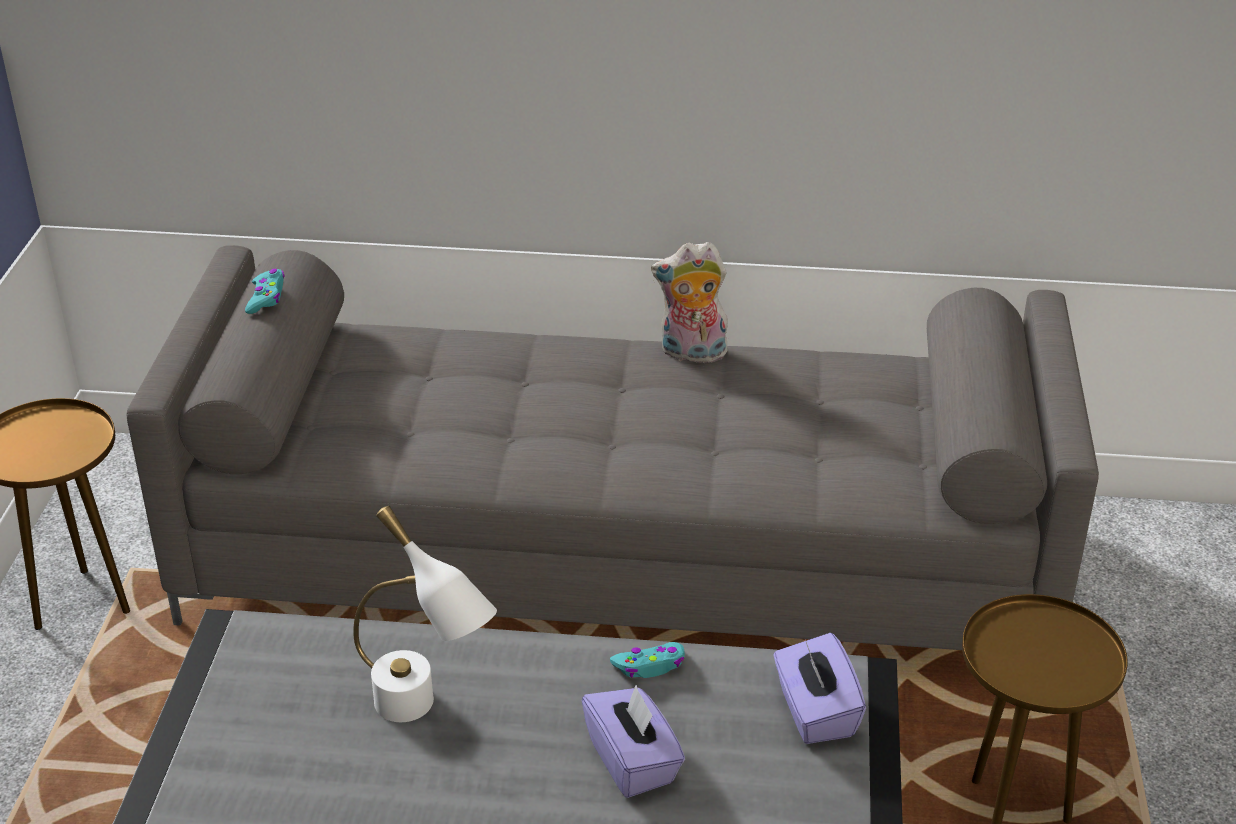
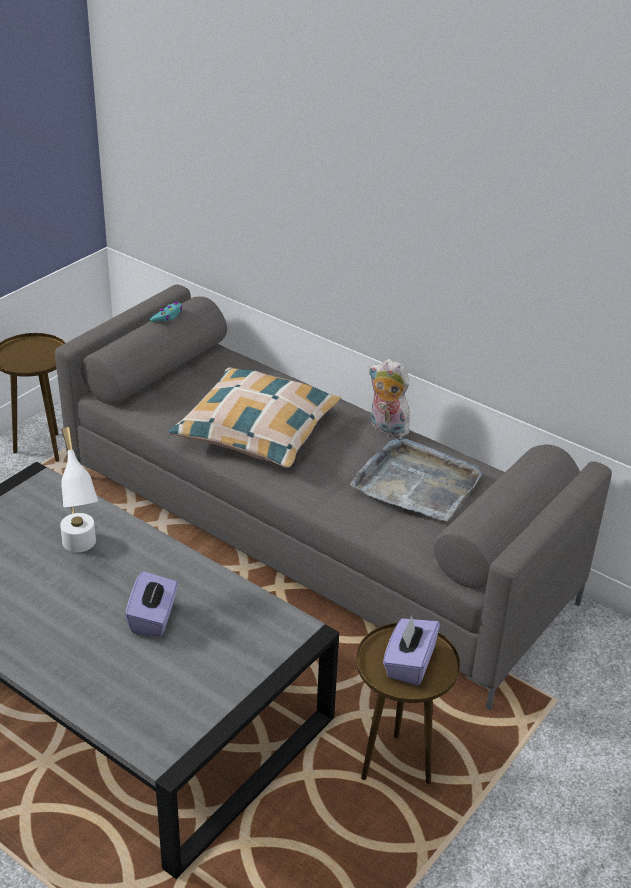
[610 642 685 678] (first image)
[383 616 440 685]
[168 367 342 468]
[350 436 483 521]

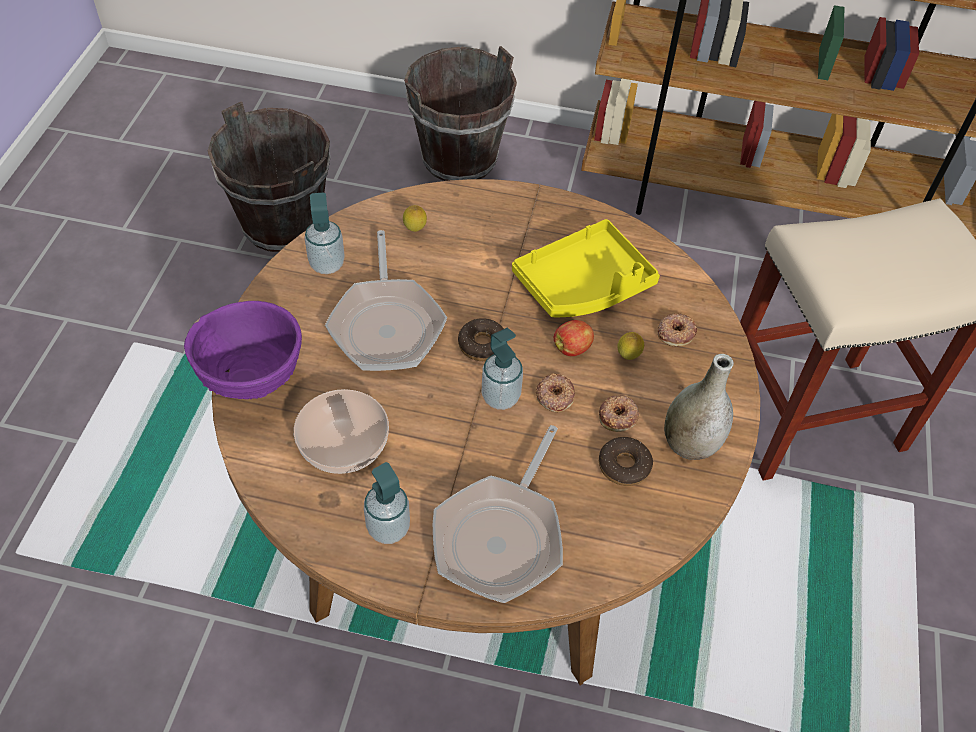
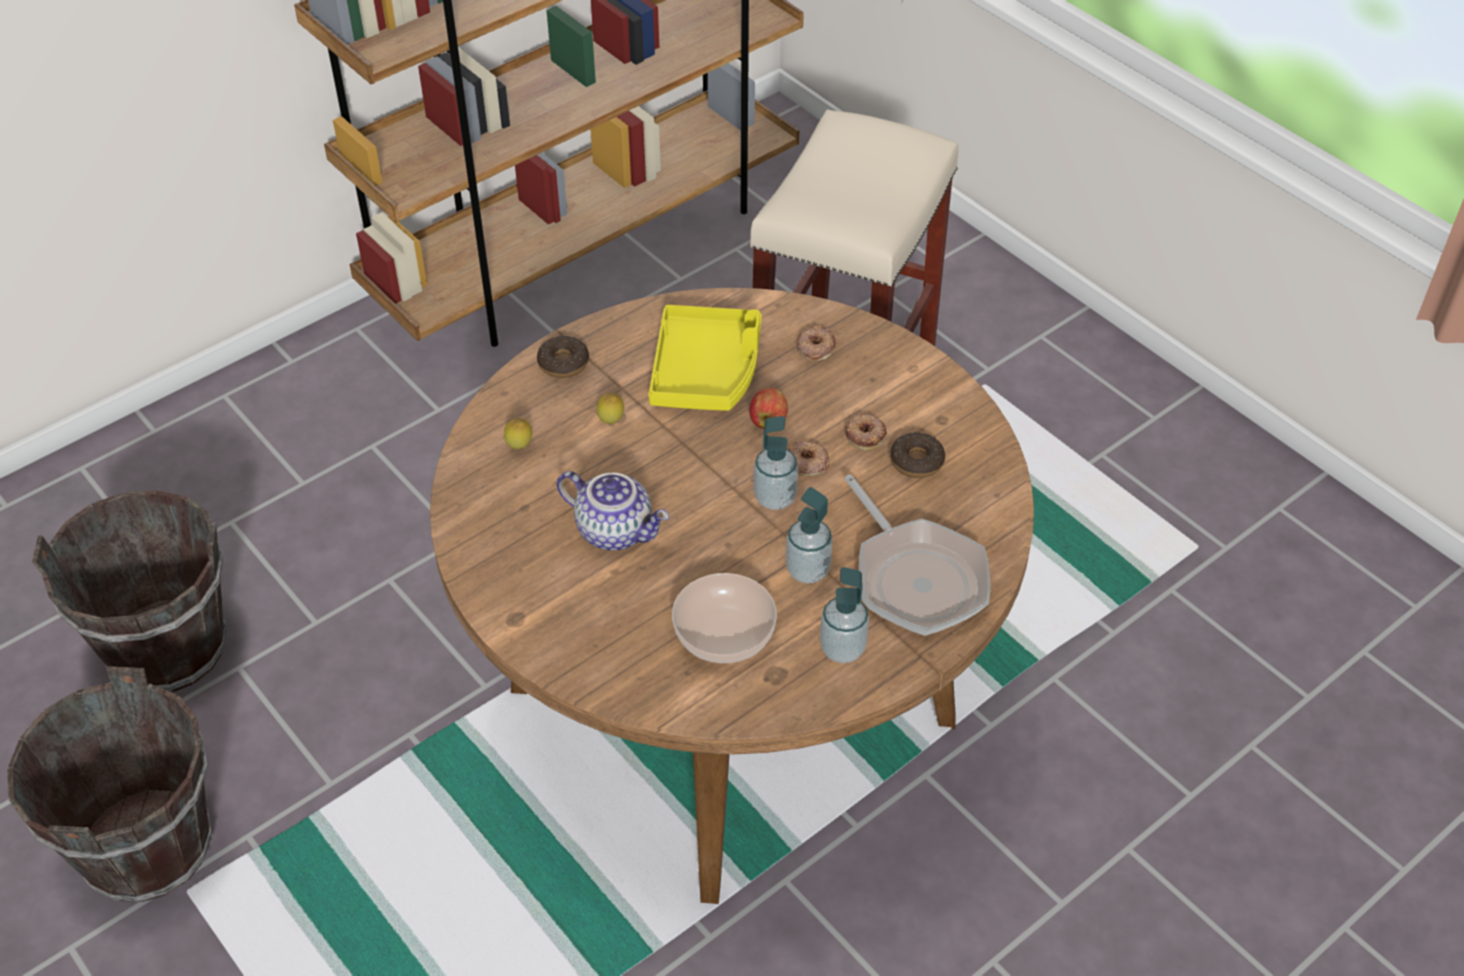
[184 301 302 399] (first image)
[786 487 833 584]
[557 471 669 550]
[7 666 212 902]
[537 336 589 378]
[597 393 624 424]
[664 354 734 460] (first image)

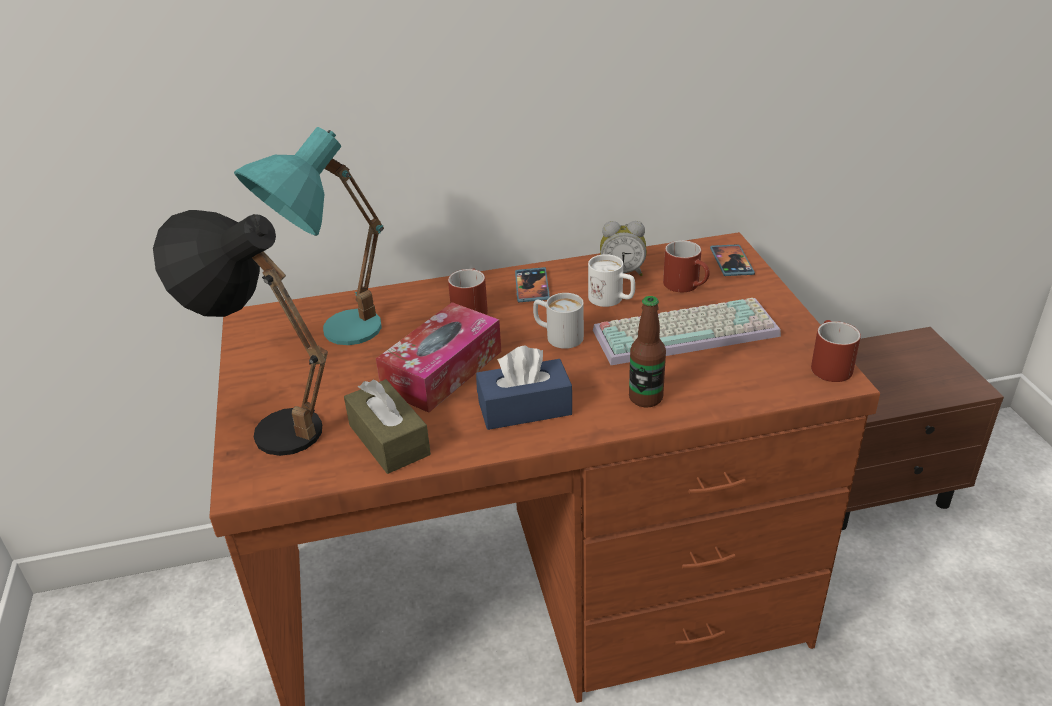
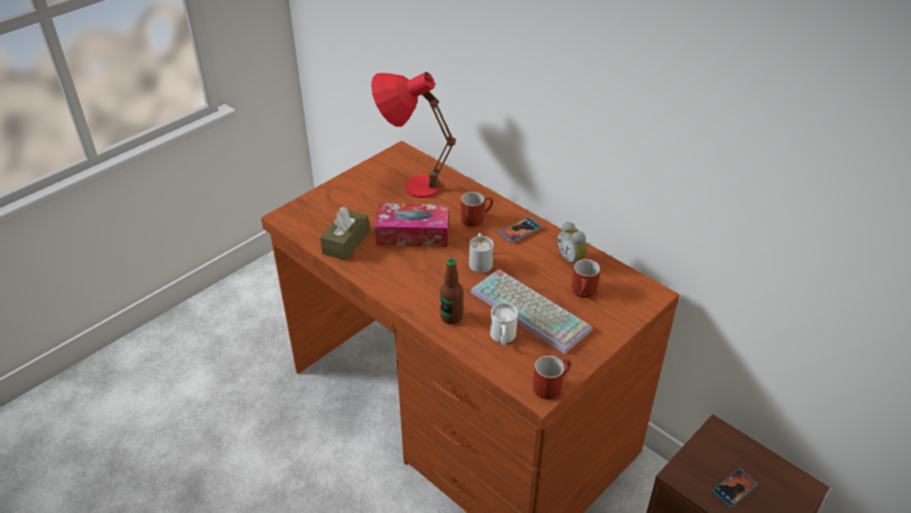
[153 210 328 456] (first image)
[371 72 456 198]
[476 345 572 430] (first image)
[490 303 518 346]
[711 468 758 508]

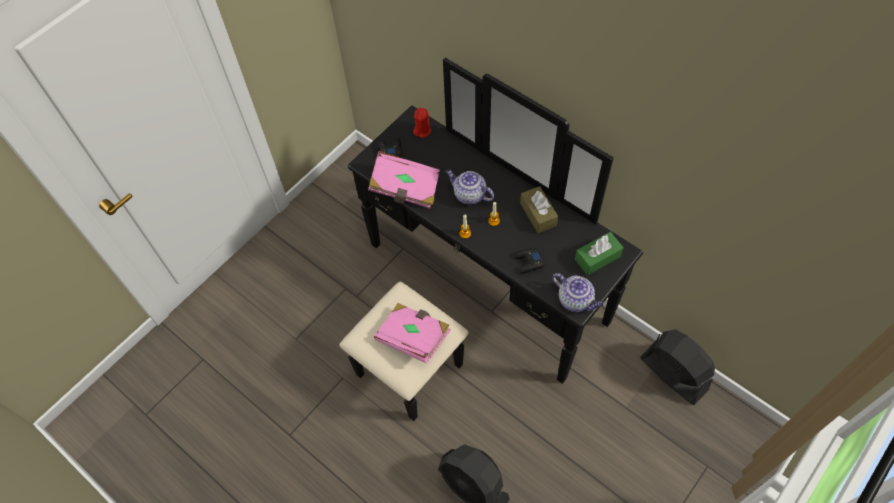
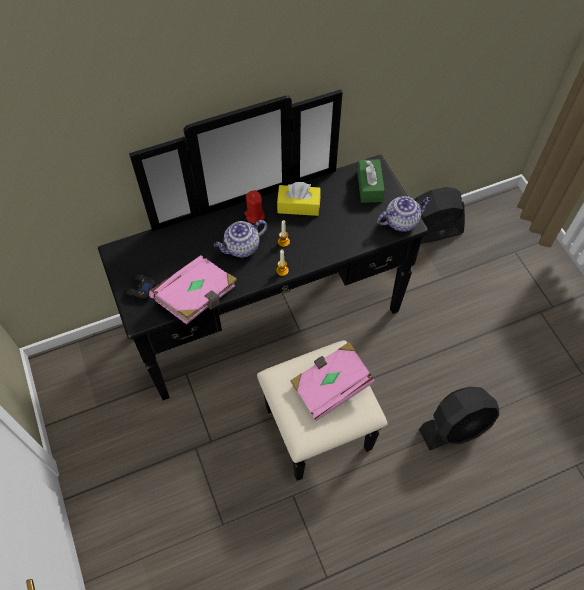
[244 190 265 224]
[514 248 545 274] (first image)
[277 182 321 216]

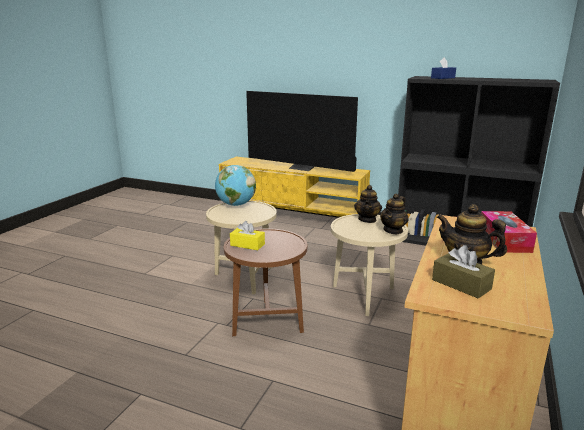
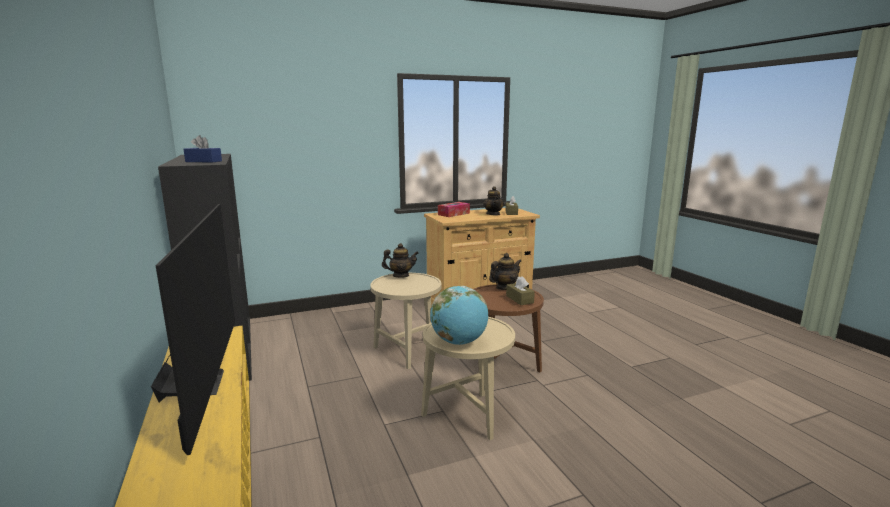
[506 276 535 305]
[489 253 521 290]

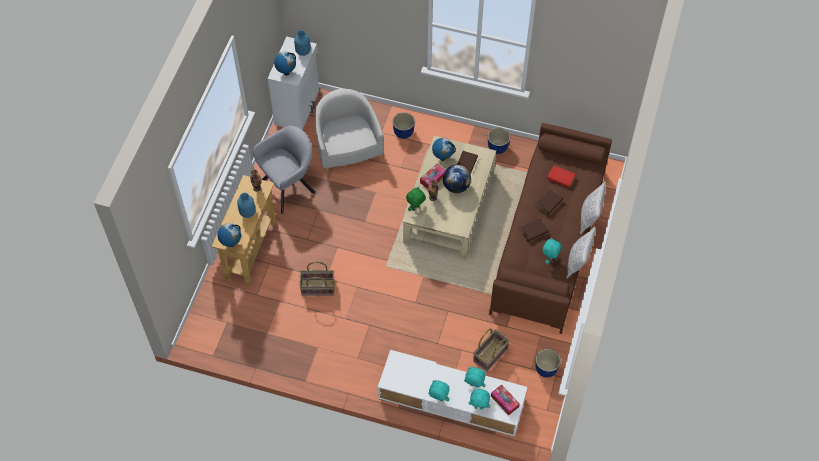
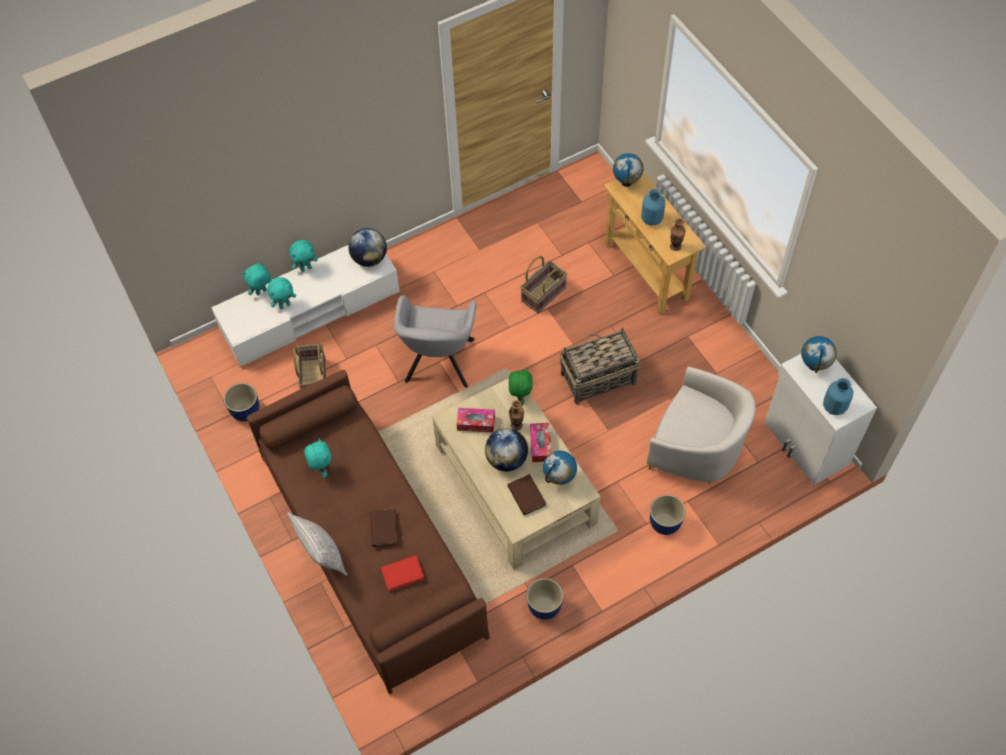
[394 295 477 388]
[457 408 495 433]
[519 218 549 242] (first image)
[566 227 596 278] (first image)
[348 228 387 267]
[560 328 641 404]

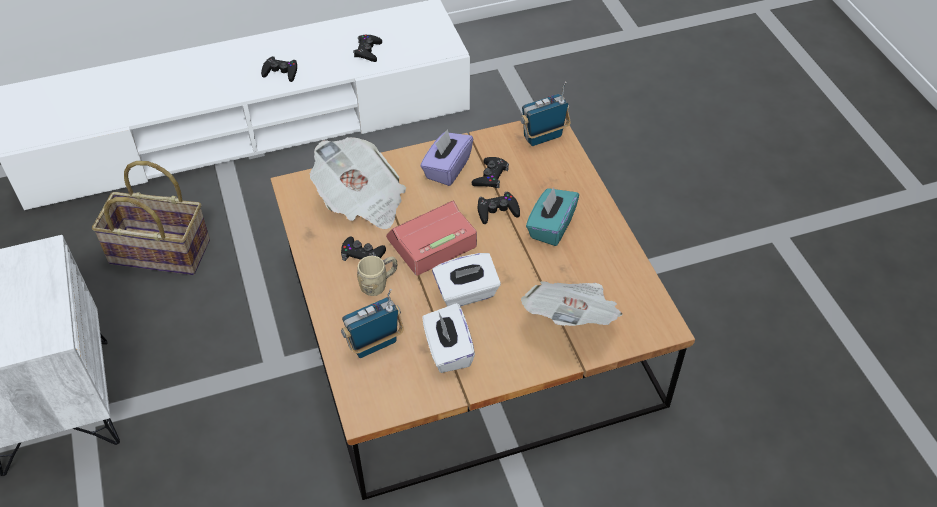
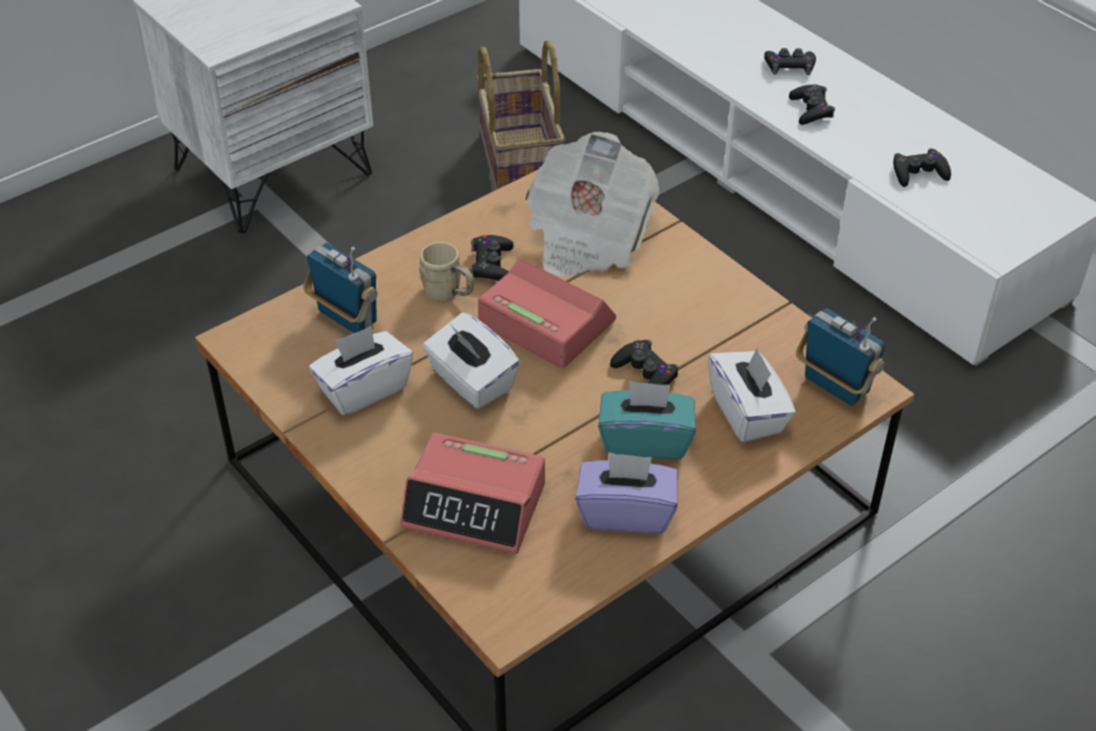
[575 452 678 534]
[764 48 816 75]
[400 433 545 554]
[708 347 796 442]

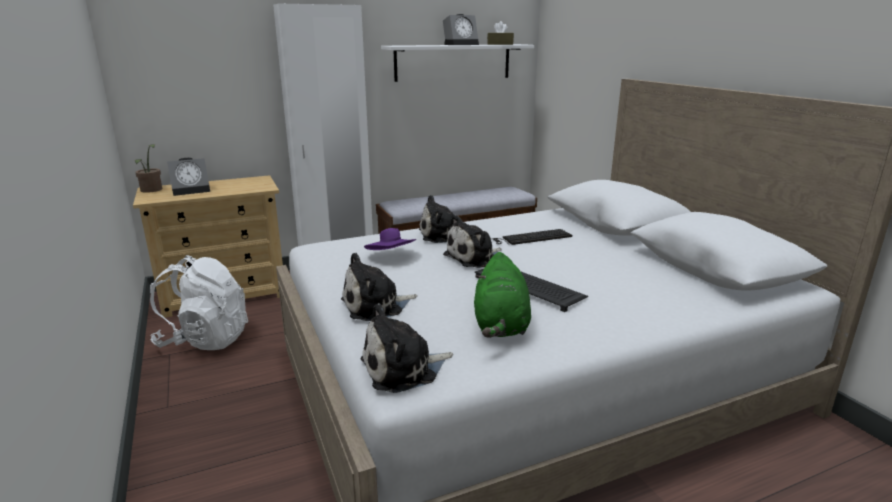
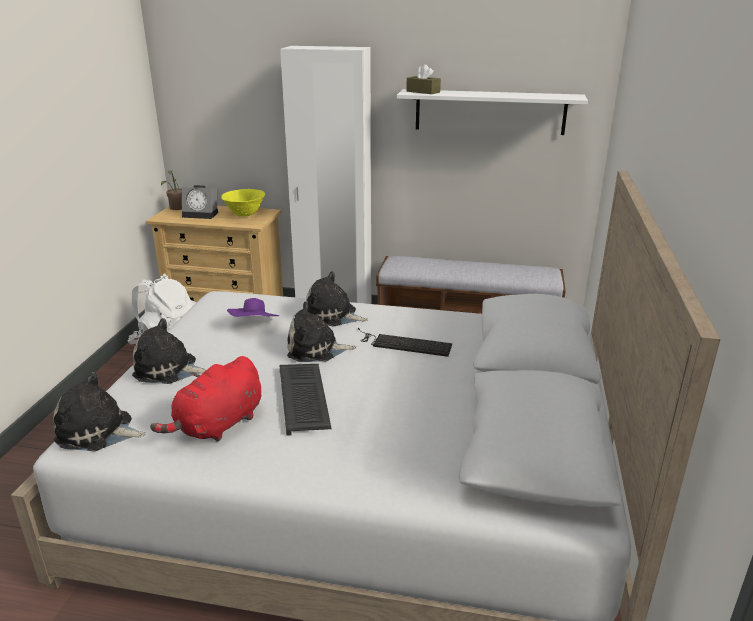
[443 14 479 45] (first image)
[150 356 261 442]
[406 64 441 94]
[221 189 265 217]

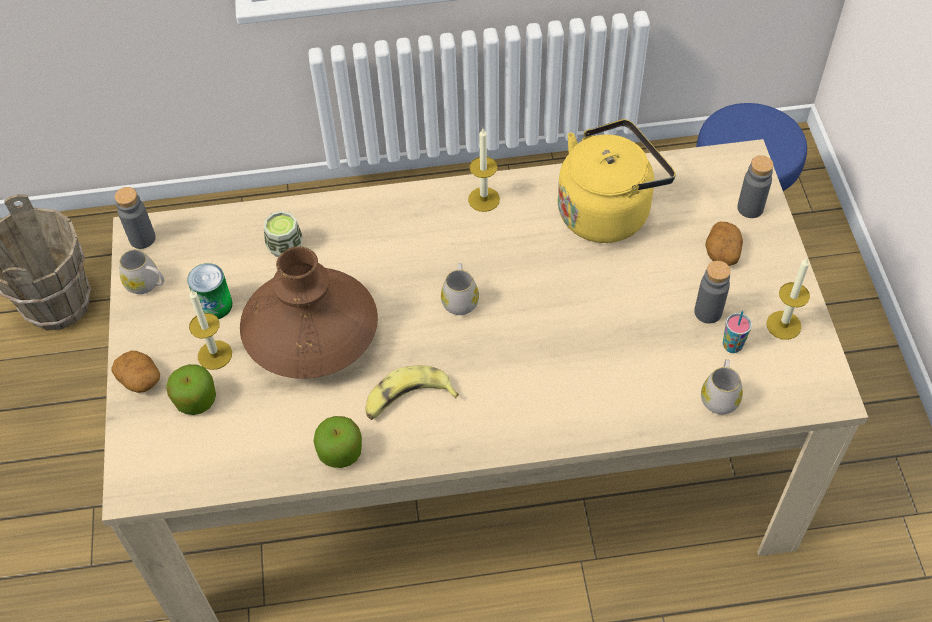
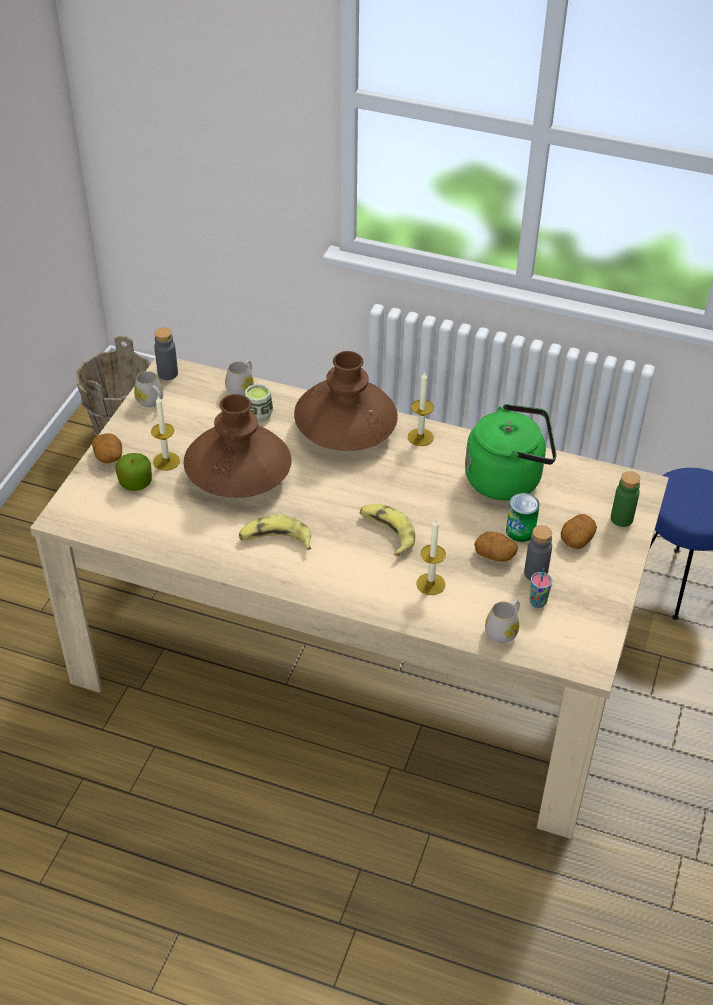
[506 493 540 542]
[314 416 362 468] (first image)
[225 360 254 396]
[465 404 556 500]
[611 471 640 527]
[416 519 446 595]
[294 351 398 451]
[360 504 415 556]
[474 532 518 562]

